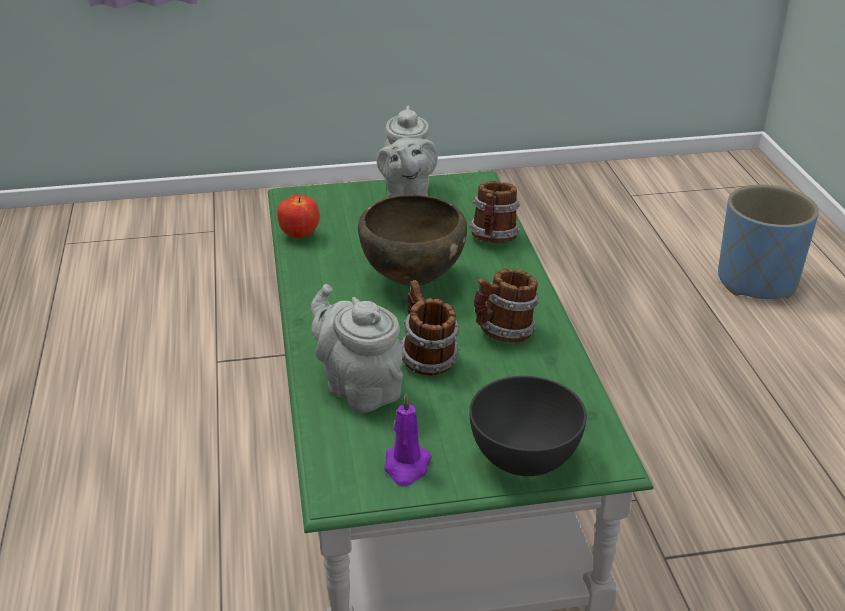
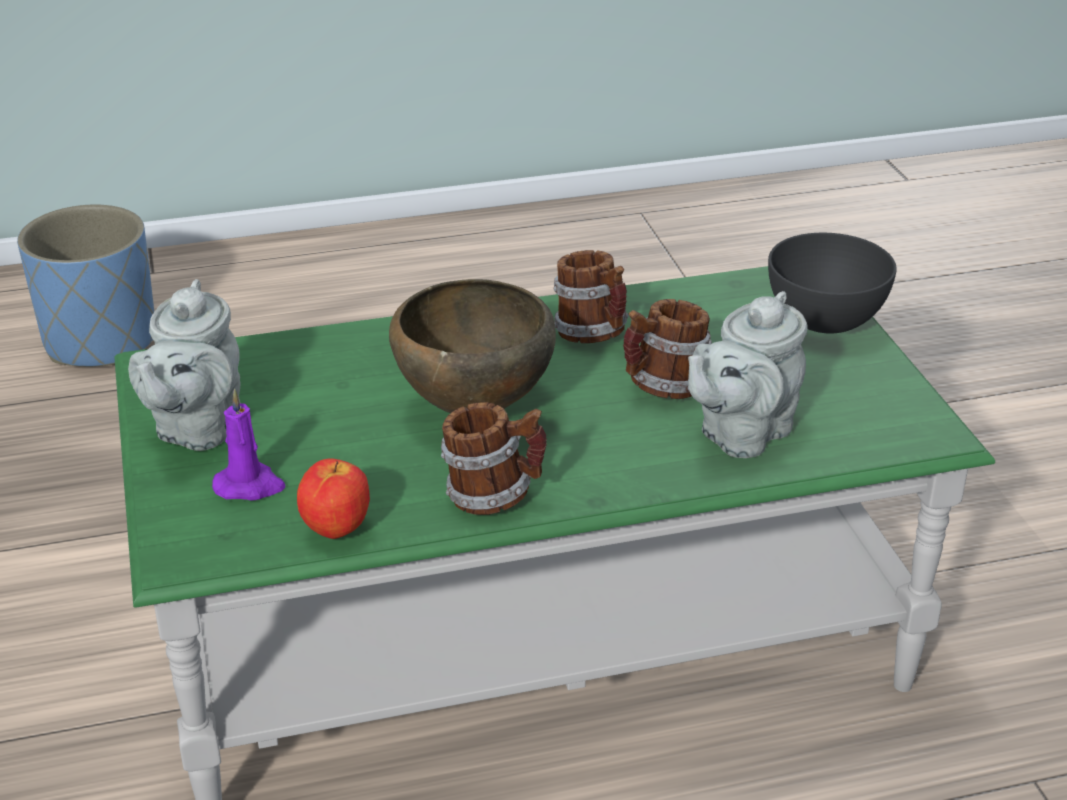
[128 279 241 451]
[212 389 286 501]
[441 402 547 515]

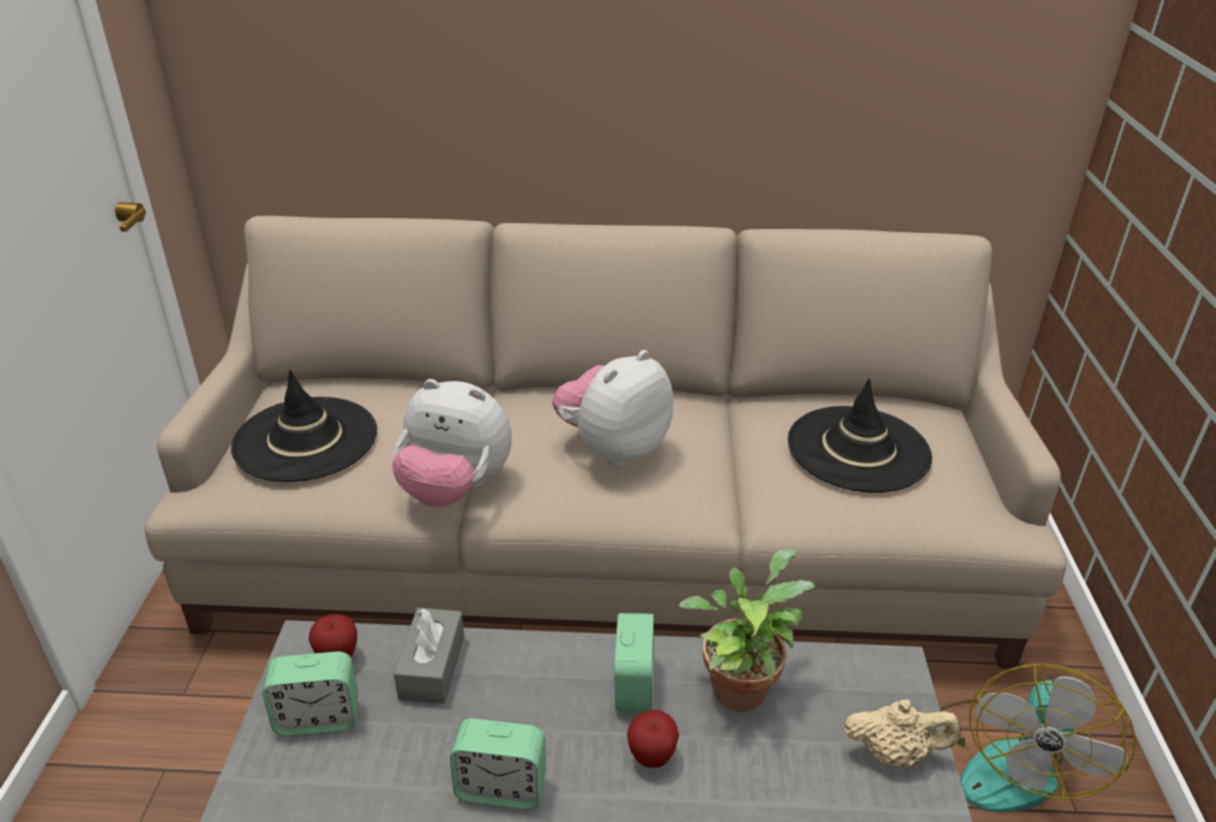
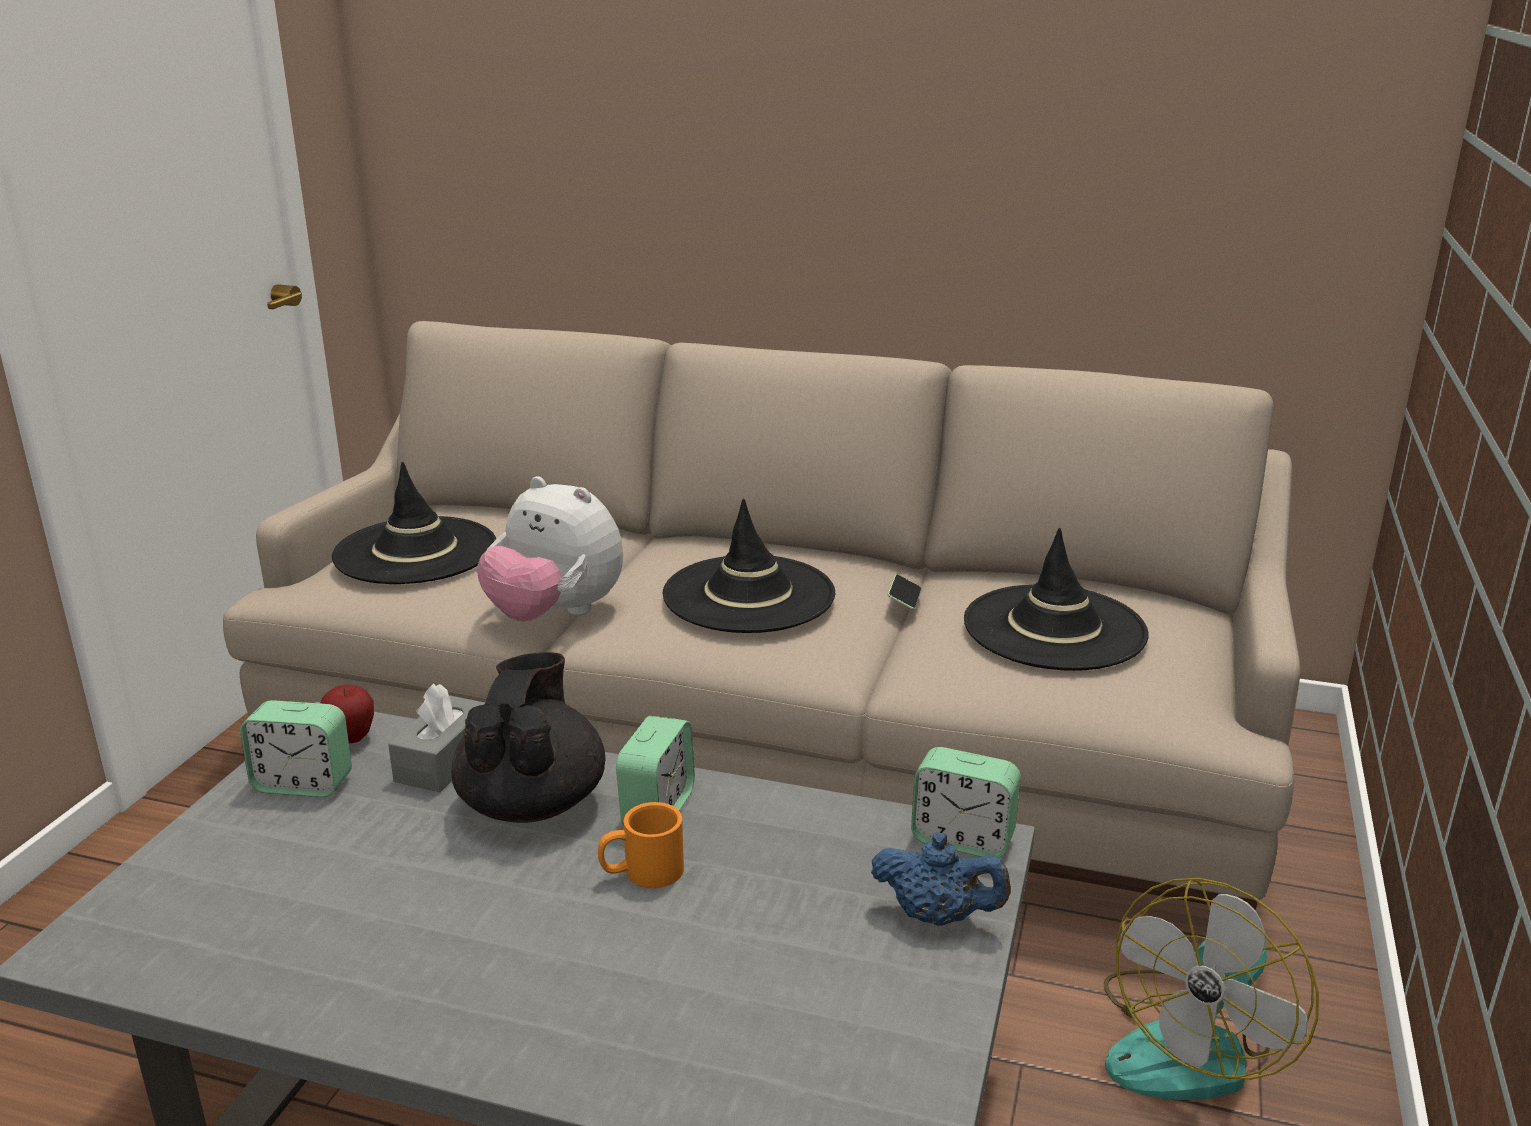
[911 747 1021 858]
[663 498 835 633]
[598 802 684 888]
[679 548 815 712] (first image)
[871 832 1011 926]
[451 652 606 823]
[888 574 922 610]

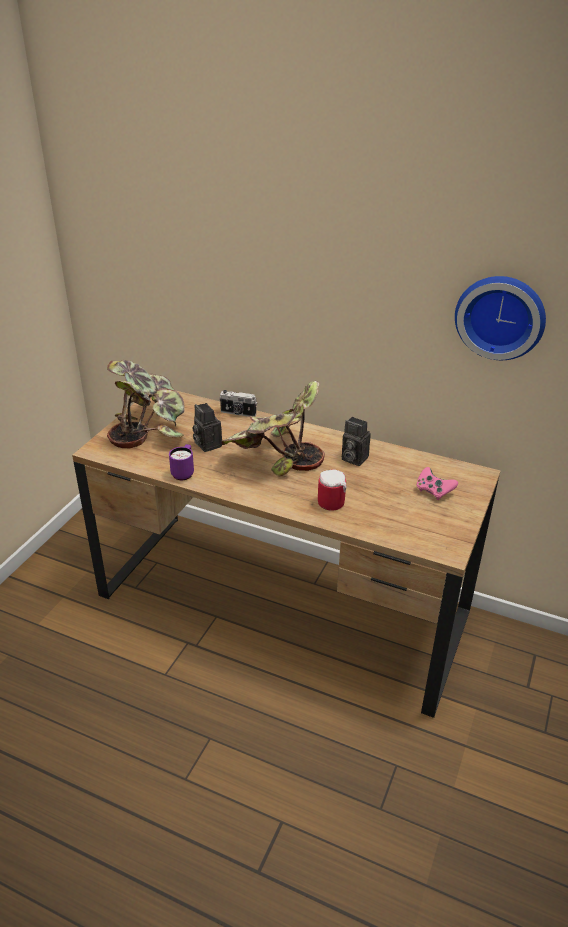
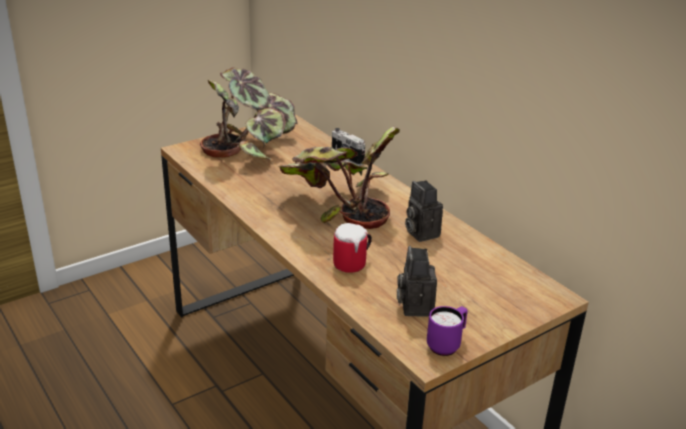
[427 306 468 356]
[397 246 437 317]
[416 467 458 500] (first image)
[455 276 546 360] (first image)

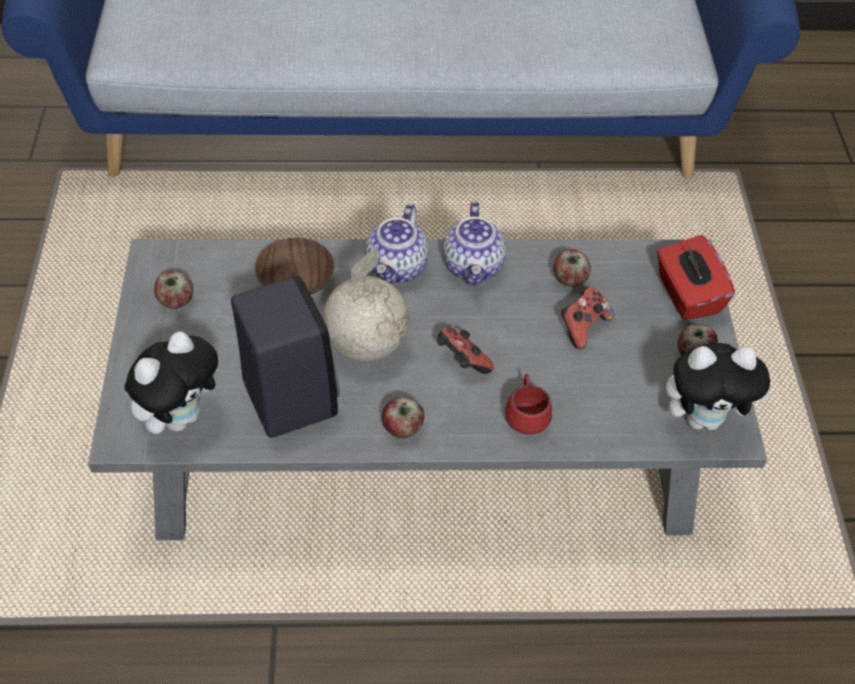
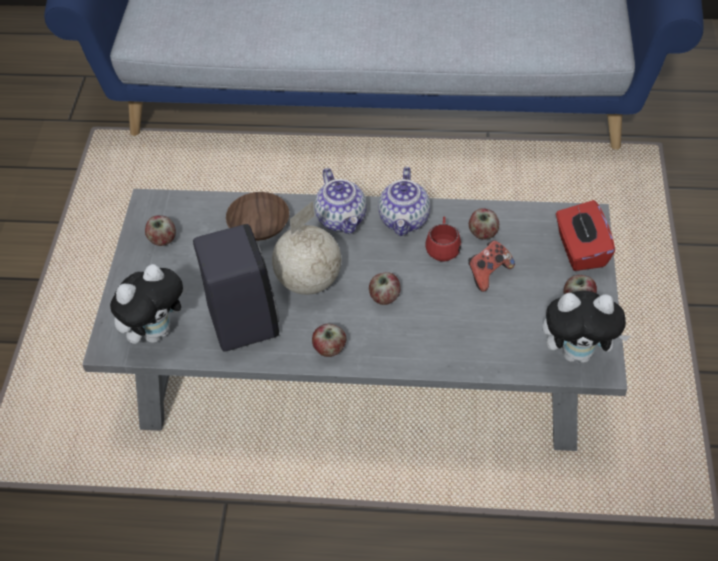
[315 168 367 234]
[369 272 401 305]
[425 217 461 262]

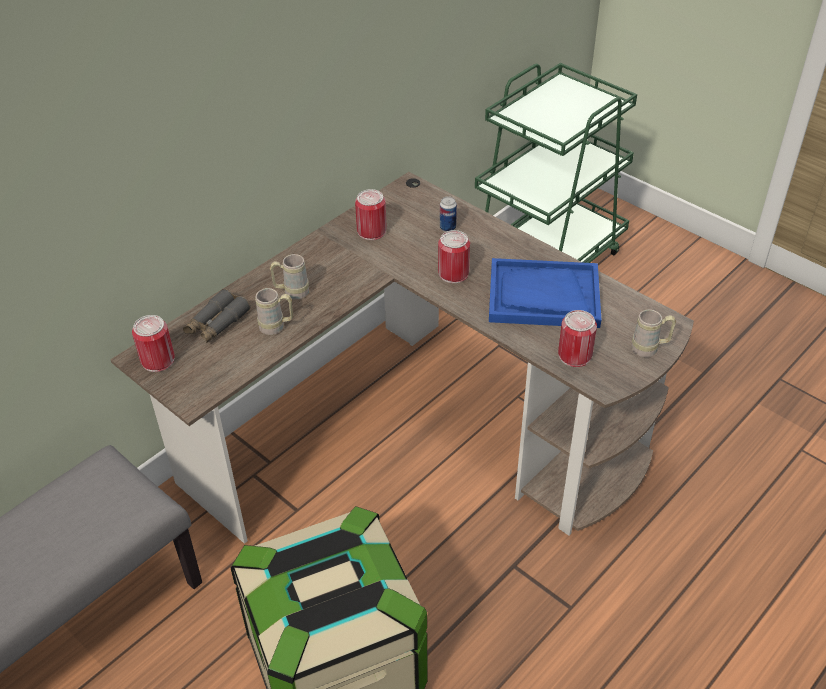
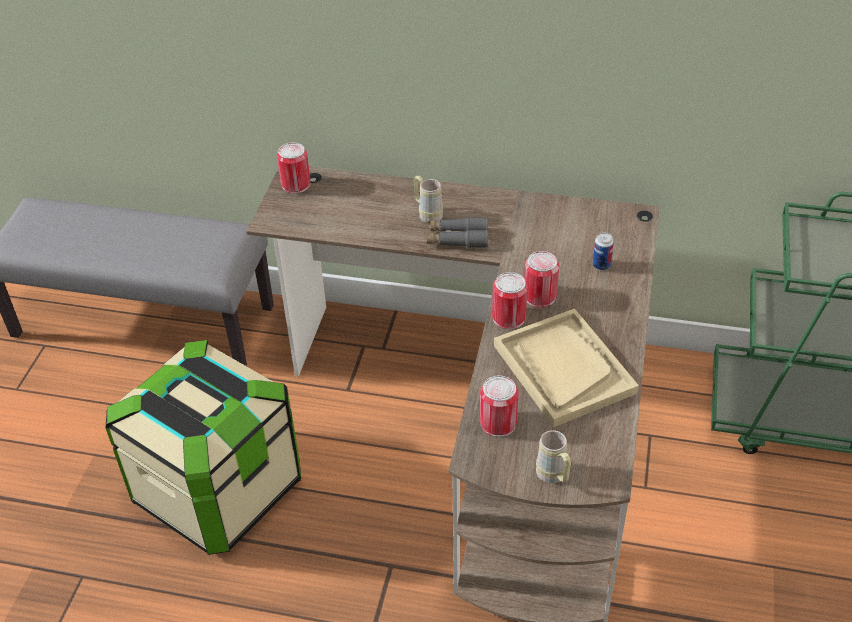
[427 217 488 248]
[255 288 293 335] (first image)
[492 272 528 329]
[494 309 639 427]

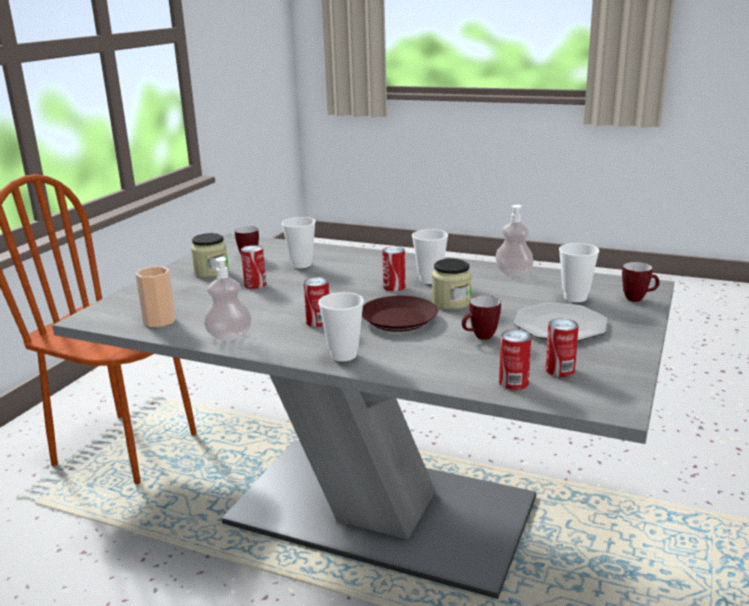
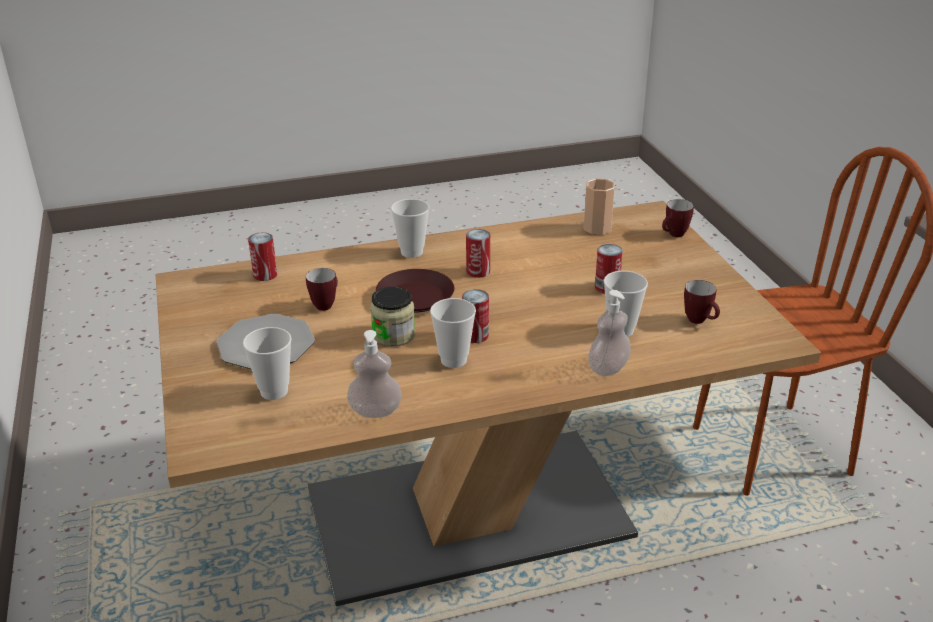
[156 201 821 606]
[191 233 229 278] (first image)
[588 290 631 376]
[545 318 579 377] (first image)
[662 199 694 237]

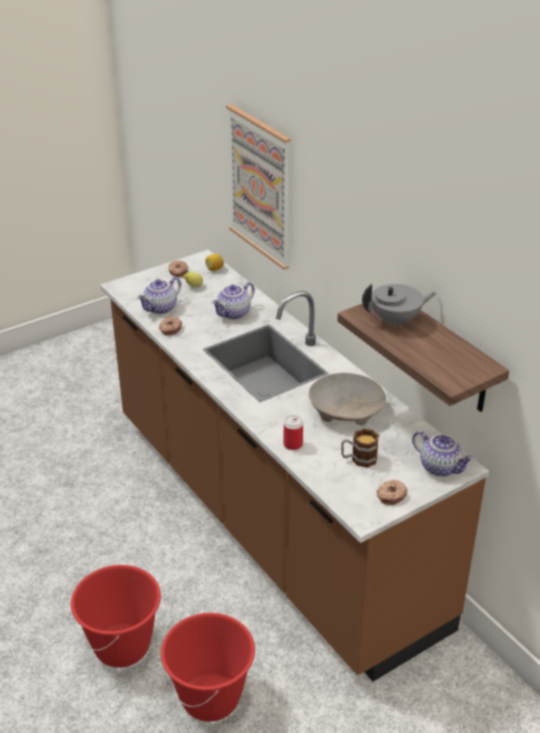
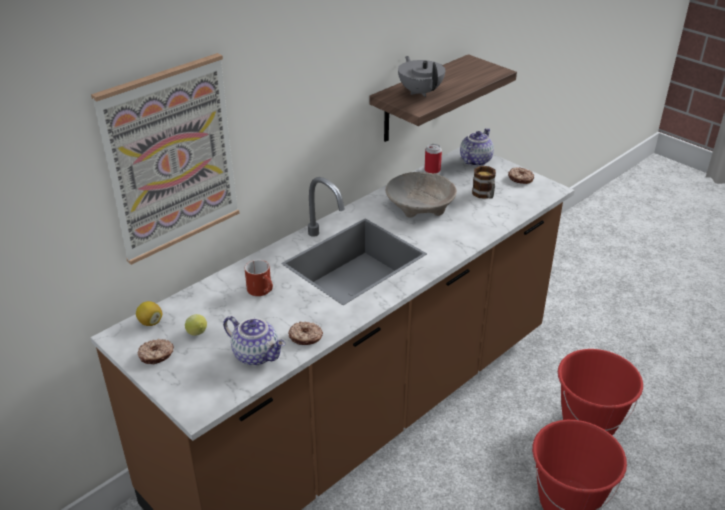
[245 260 273 296]
[424 144 442 174]

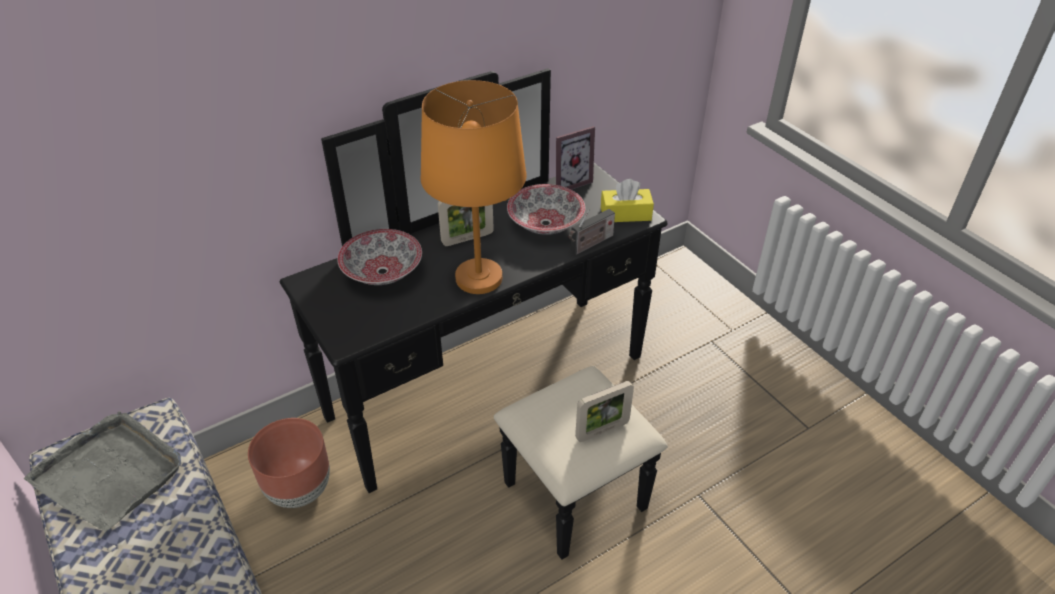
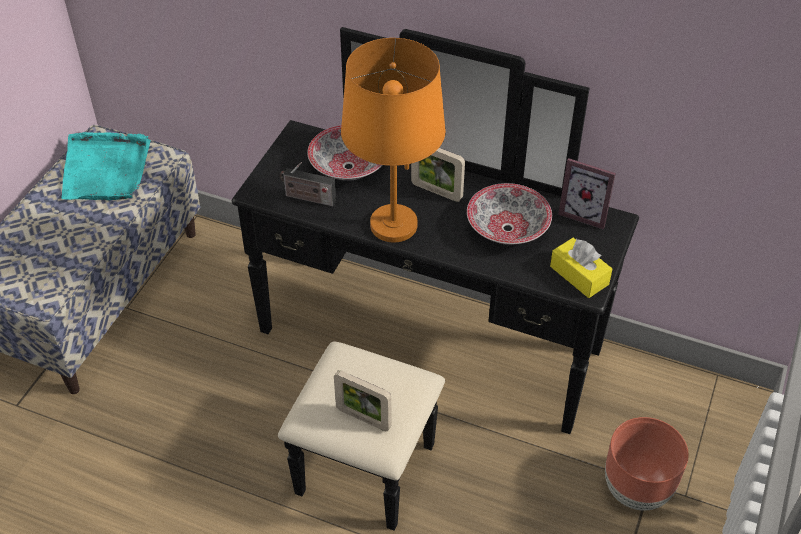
[61 132 151 200]
[605 417 689 511]
[279 162 336 206]

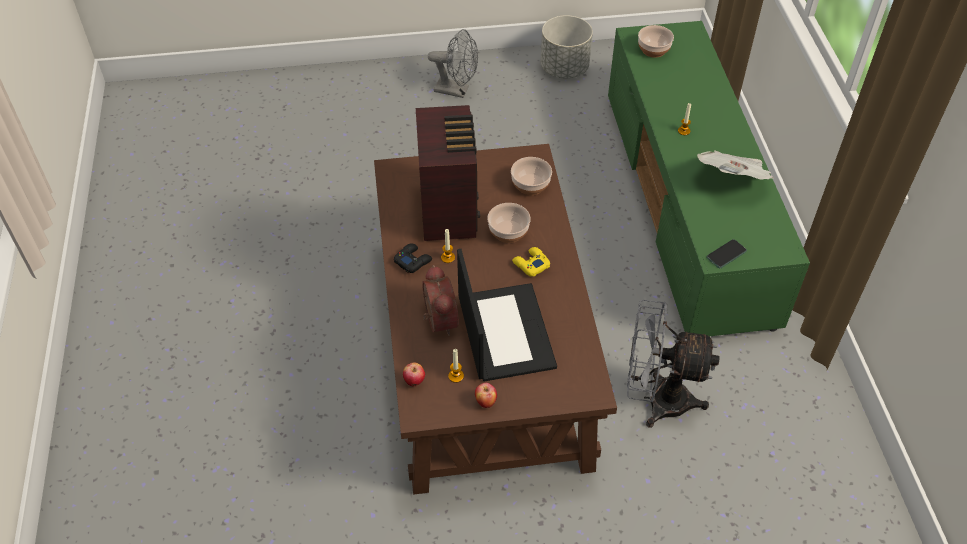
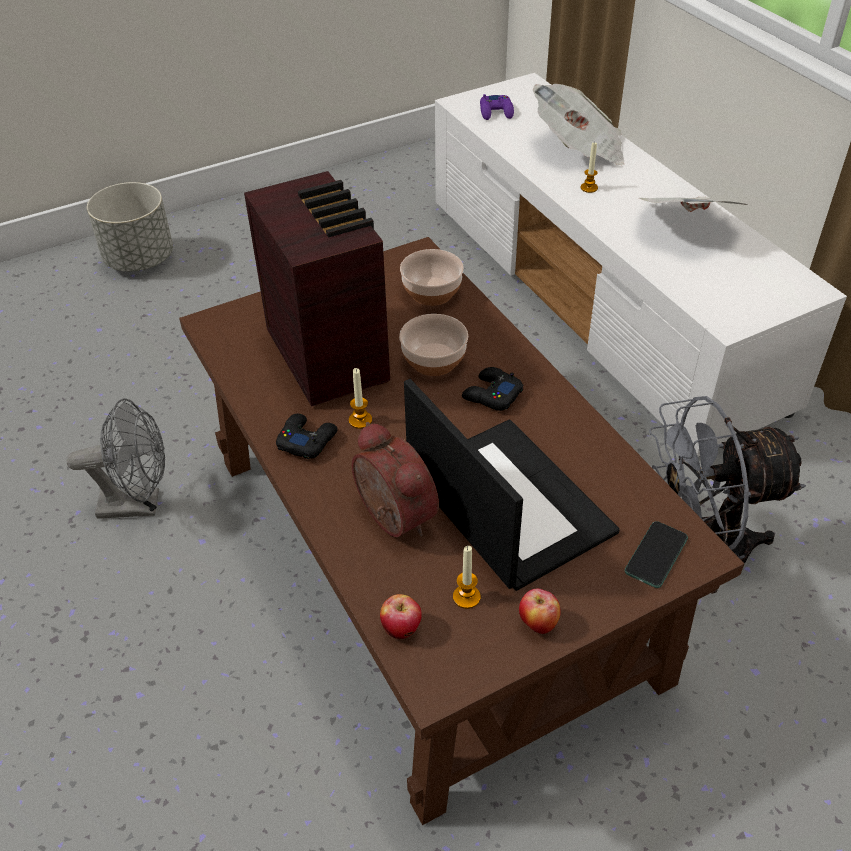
[66 398 165 519]
[462 367 524 411]
[87 182 173 271]
[435 73 847 457]
[480 94 514 120]
[625 521 688 588]
[533 84 624 165]

